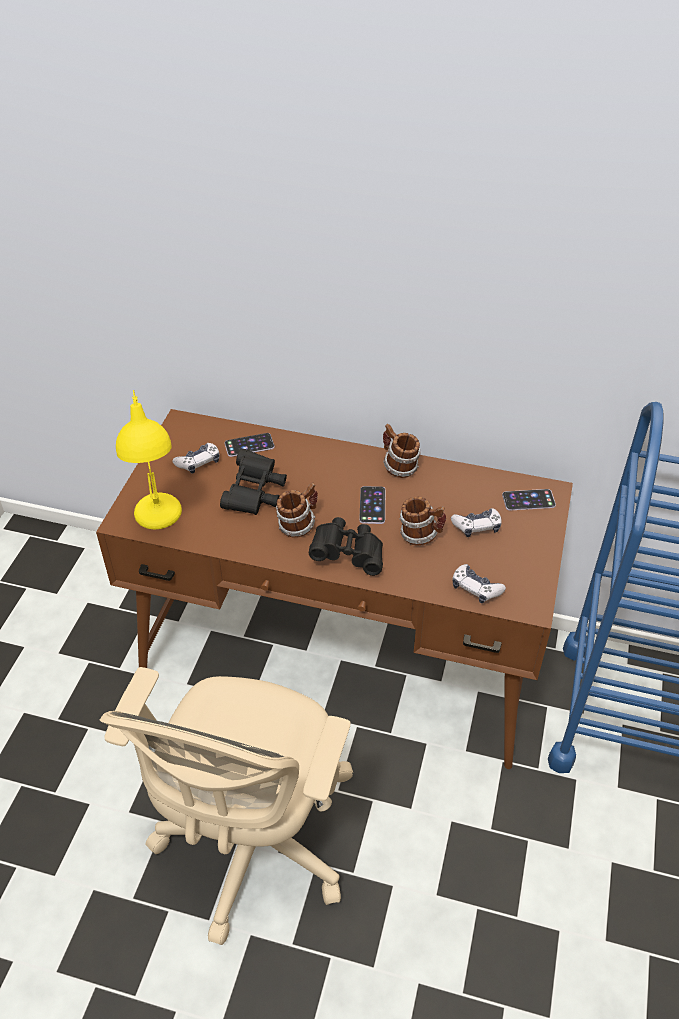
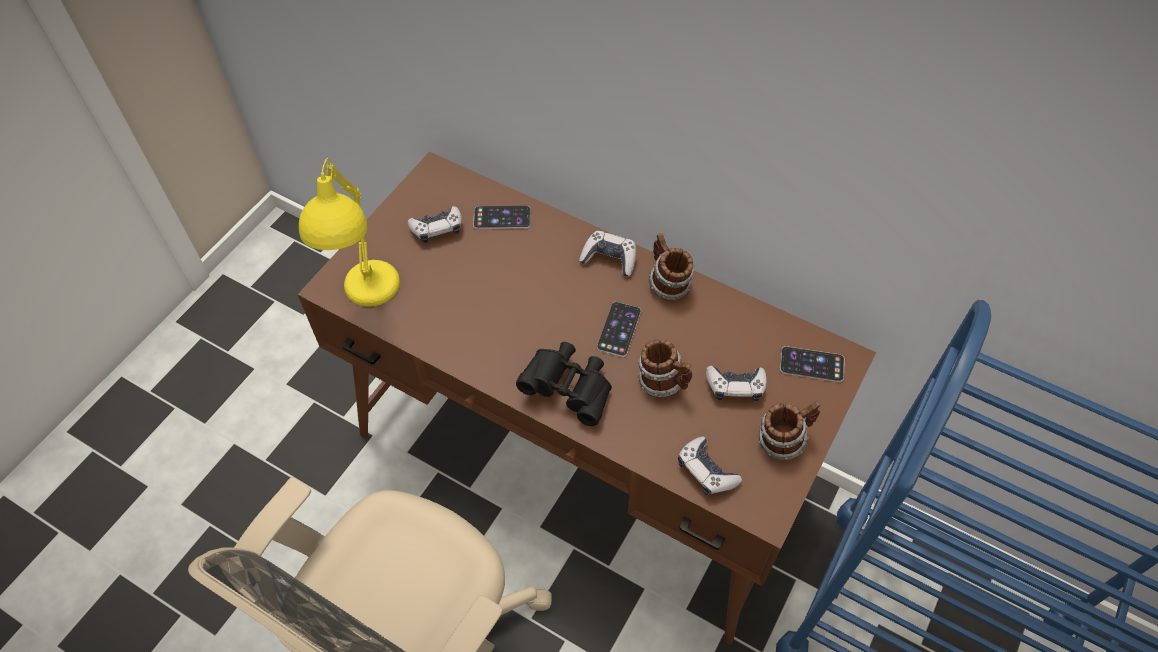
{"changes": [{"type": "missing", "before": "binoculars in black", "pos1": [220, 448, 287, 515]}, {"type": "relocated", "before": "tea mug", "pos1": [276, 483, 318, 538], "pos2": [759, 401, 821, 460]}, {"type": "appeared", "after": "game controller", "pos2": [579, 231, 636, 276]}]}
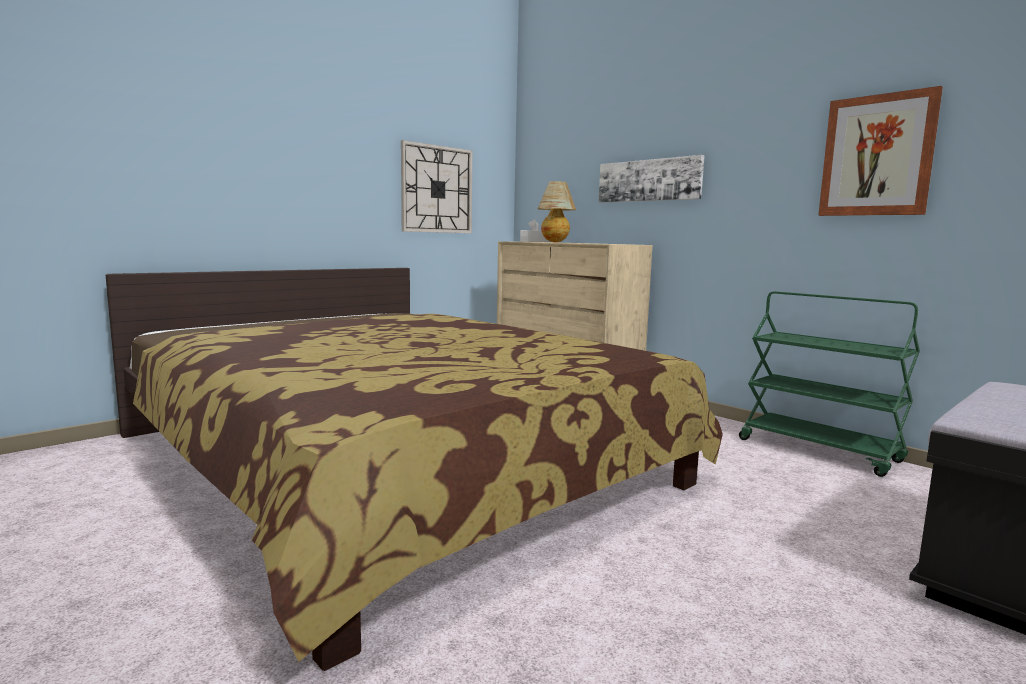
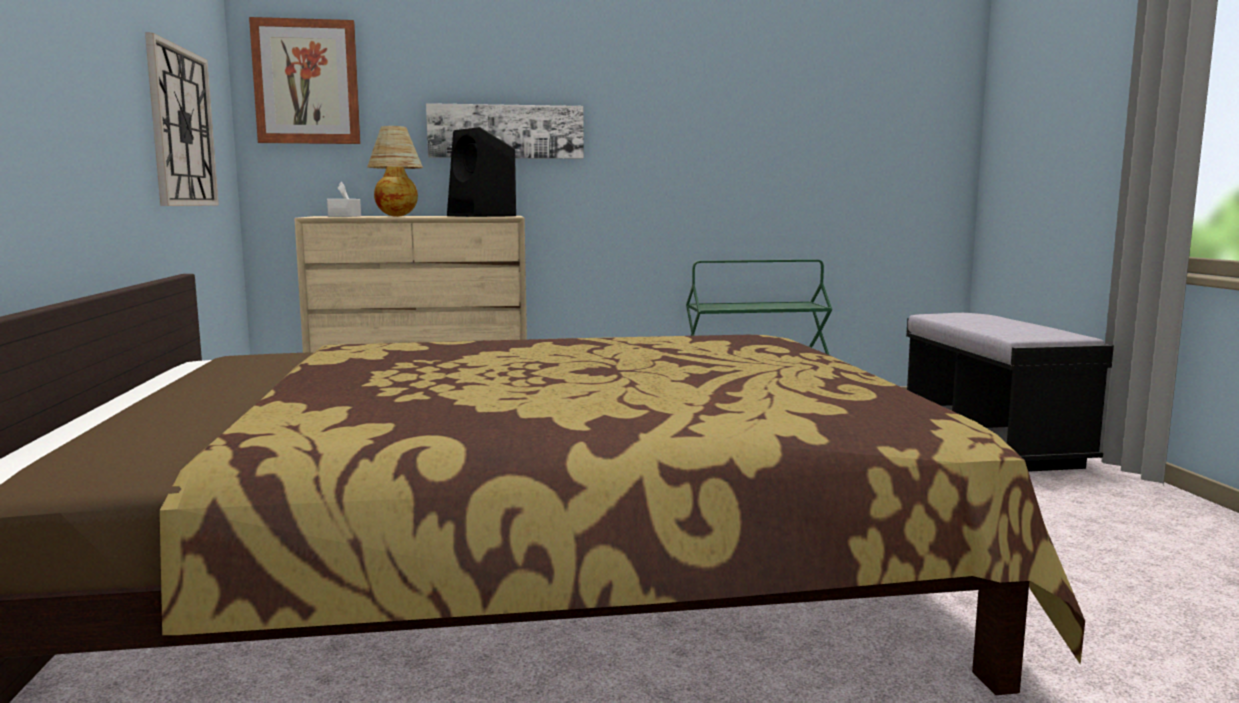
{"changes": [{"type": "relocated", "before": "wall art", "pos1": [818, 86, 943, 216], "pos2": [249, 17, 361, 144]}, {"type": "appeared", "after": "speaker in black", "pos2": [447, 127, 516, 217]}]}
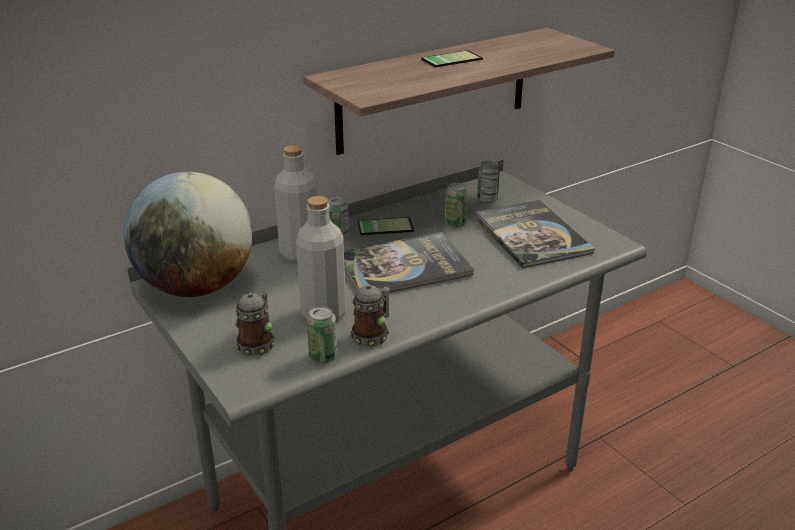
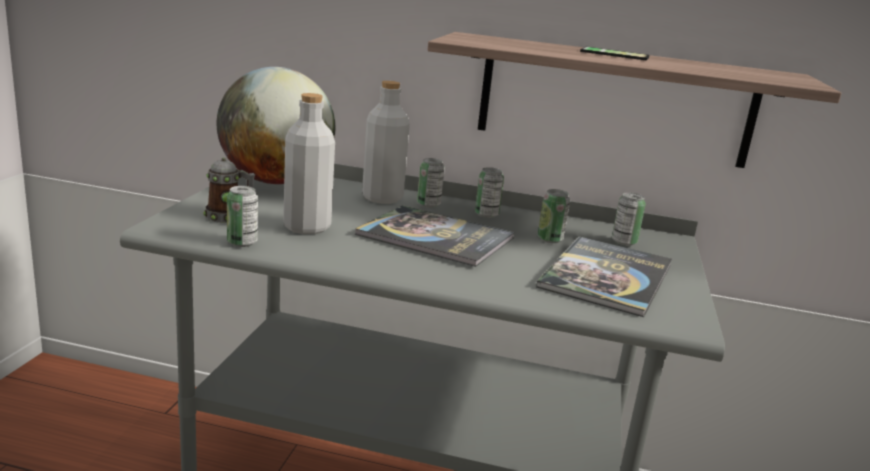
{"changes": [{"type": "exchanged", "before": "handset", "after": "can", "pos1": [358, 217, 414, 235], "pos2": [475, 167, 504, 218]}, {"type": "missing", "before": "tea mug", "pos1": [350, 285, 390, 347]}]}
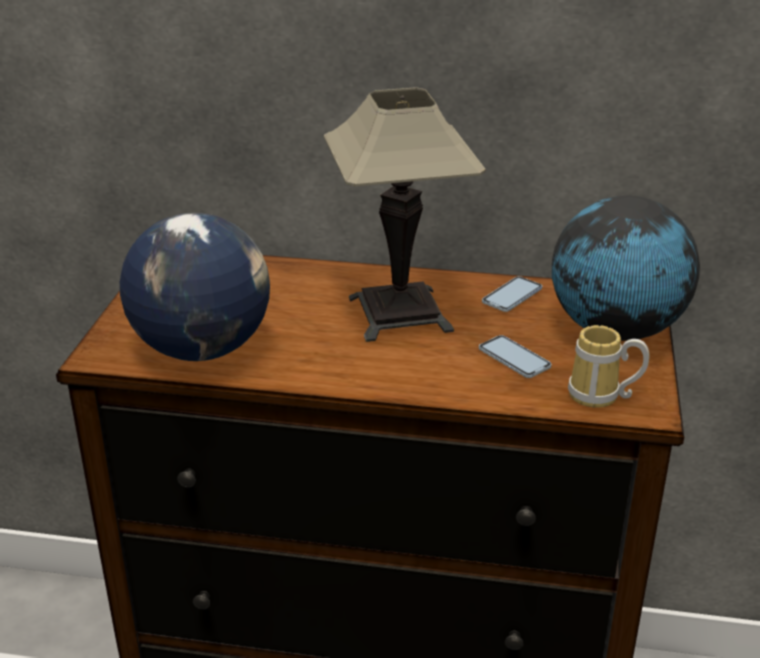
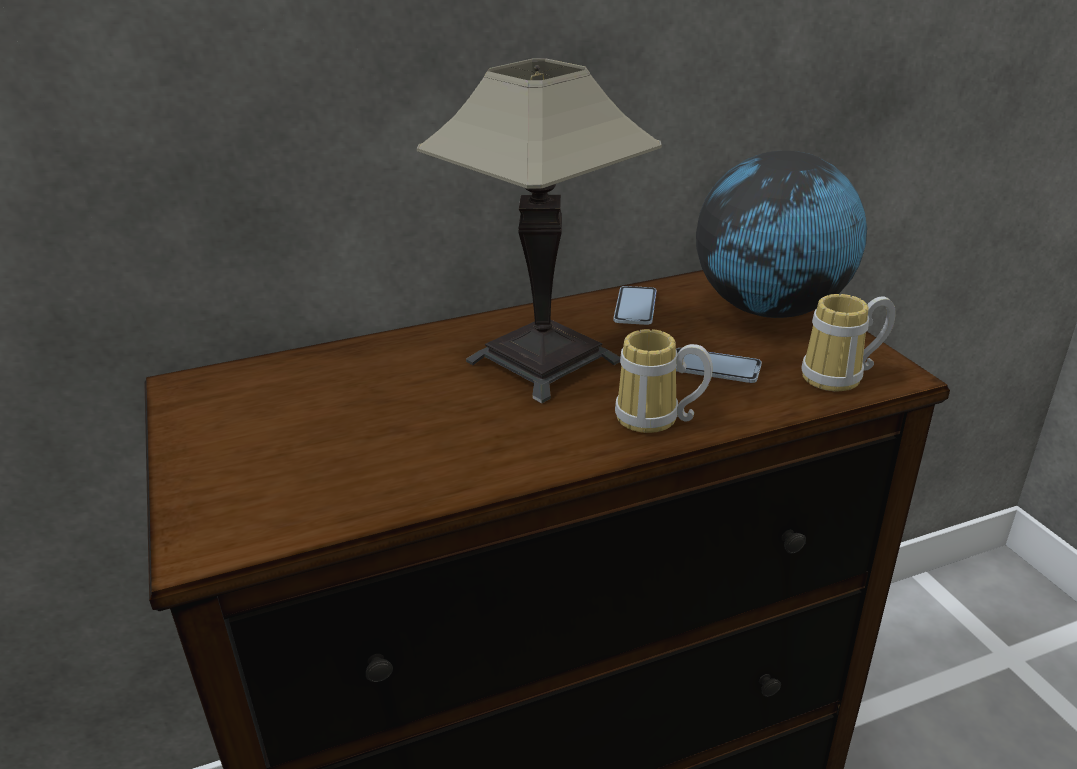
{"changes": [{"type": "missing", "before": "desk globe", "pos1": [120, 213, 270, 361]}, {"type": "appeared", "after": "tea mug", "pos2": [615, 329, 712, 433]}]}
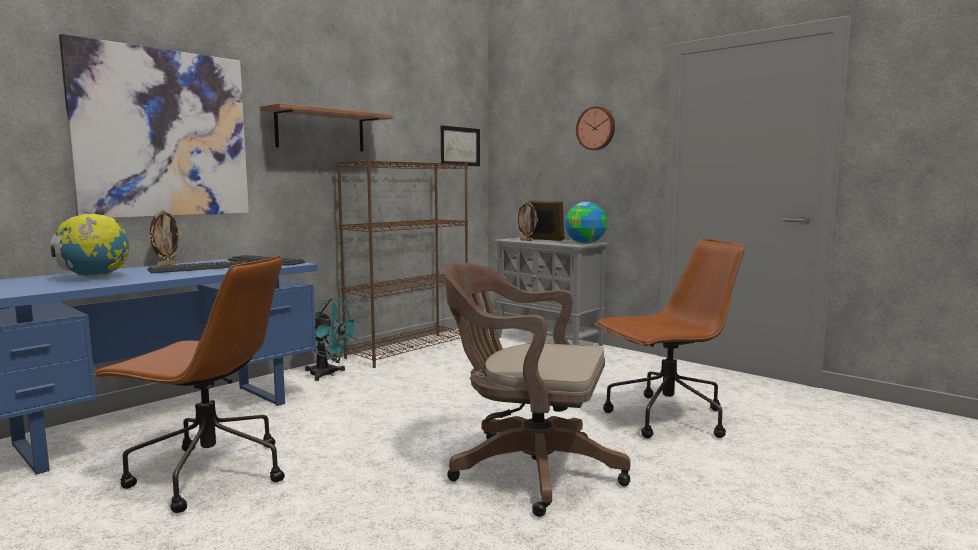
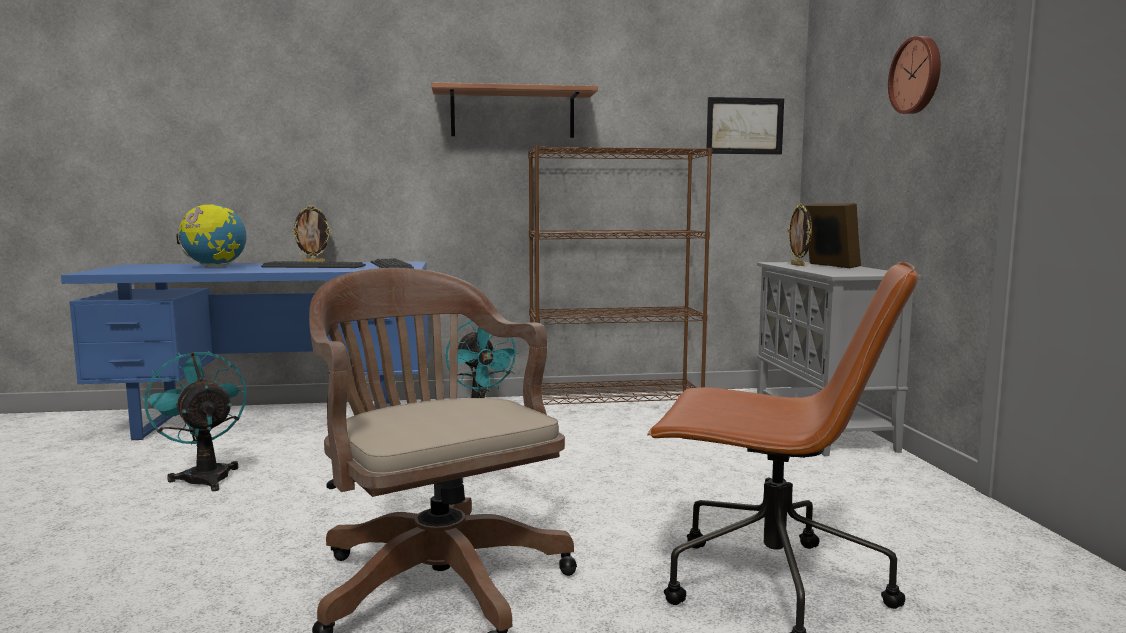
{"changes": [{"type": "missing", "before": "wall art", "pos1": [59, 34, 249, 218]}, {"type": "missing", "before": "desk globe", "pos1": [565, 202, 607, 244]}, {"type": "exchanged", "before": "office chair in brown-coloured", "after": "electric fan in turquoise-coloured", "pos1": [92, 256, 285, 513], "pos2": [142, 351, 247, 491]}]}
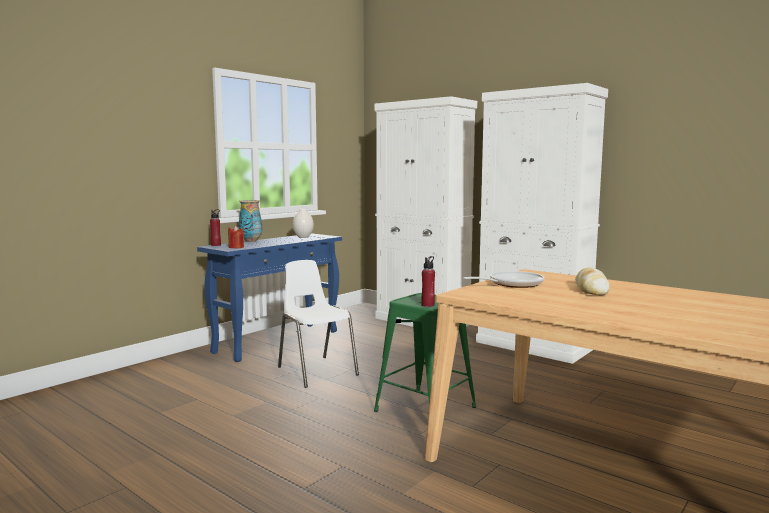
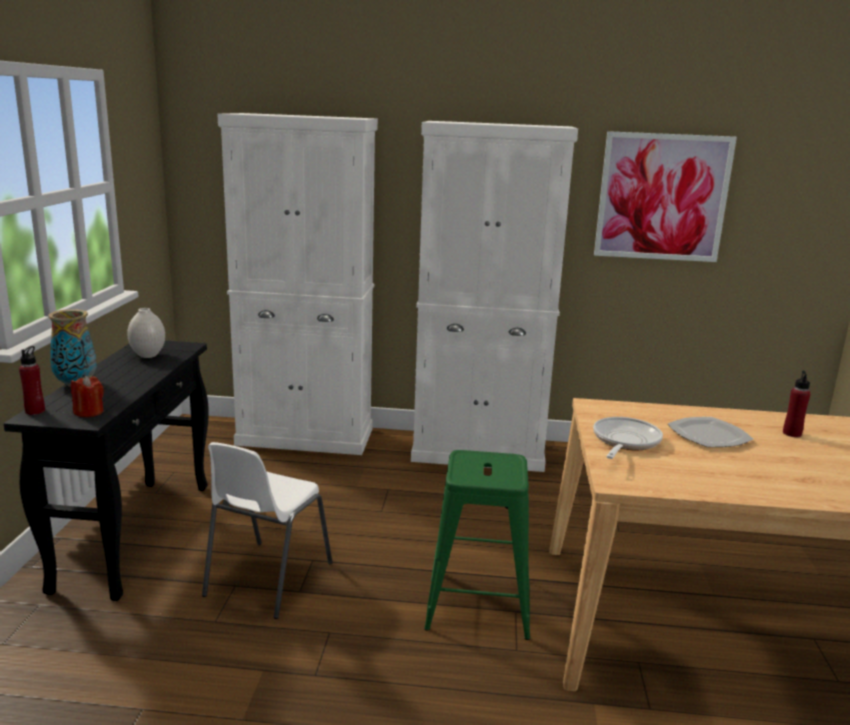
{"changes": [{"type": "colour", "before": "narrow table in blue-coloured", "after": "narrow table in black", "pos1": [197, 233, 342, 362], "pos2": [3, 341, 209, 601]}, {"type": "relocated", "before": "bottle in red", "pos1": [421, 256, 435, 307], "pos2": [783, 371, 811, 437]}, {"type": "spun", "before": "chair in whitish", "pos1": [278, 260, 359, 388], "pos2": [202, 442, 332, 619], "turn": -90}, {"type": "exchanged", "before": "baked bread", "after": "flat dish", "pos1": [575, 268, 610, 296], "pos2": [668, 417, 753, 447]}, {"type": "appeared", "after": "wall art", "pos2": [594, 131, 737, 262]}]}
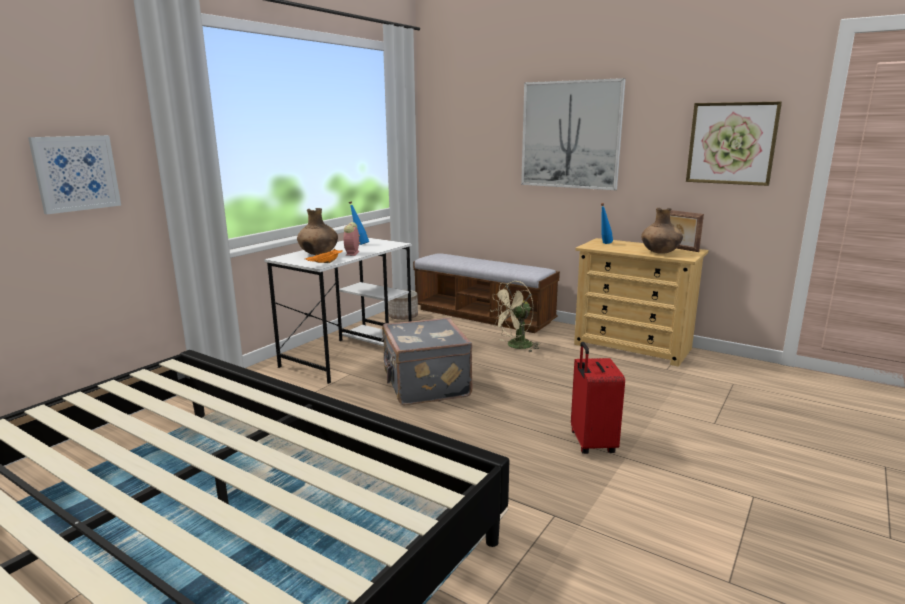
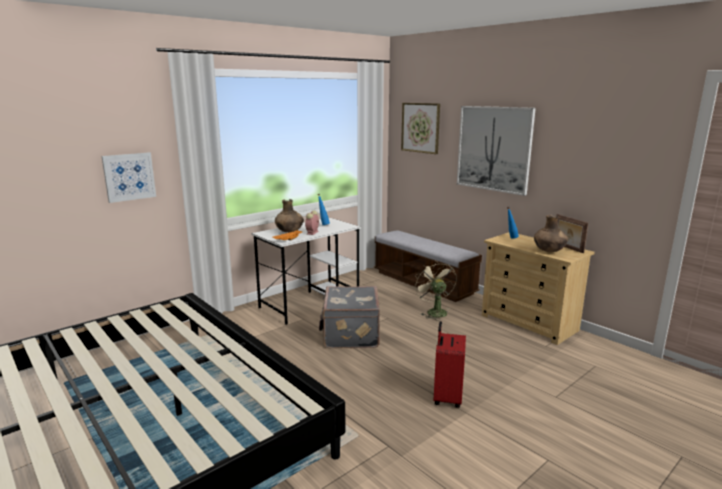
{"changes": [{"type": "relocated", "before": "wall art", "pos1": [686, 102, 782, 186], "pos2": [401, 103, 440, 154]}, {"type": "spun", "before": "electric fan in beige", "pos1": [490, 281, 541, 352], "pos2": [414, 260, 457, 321], "turn": 90}, {"type": "missing", "before": "planter", "pos1": [388, 290, 418, 320]}]}
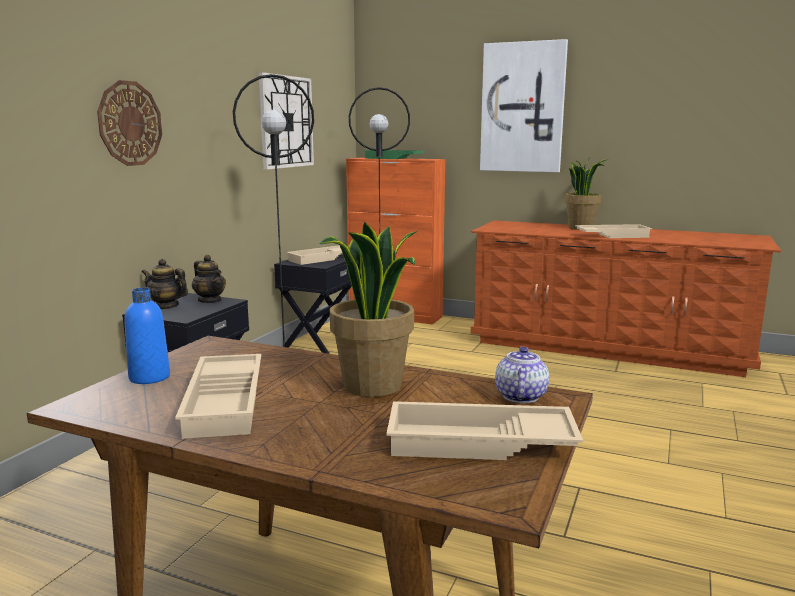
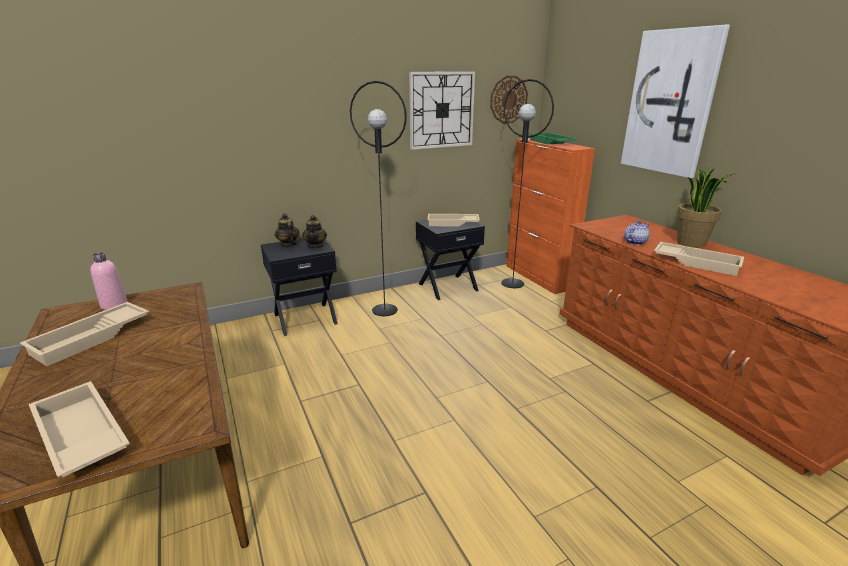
{"changes": [{"type": "relocated", "before": "wall clock", "pos1": [97, 80, 162, 166], "pos2": [490, 76, 528, 124]}, {"type": "missing", "before": "potted plant", "pos1": [319, 222, 418, 397]}, {"type": "colour", "before": "bottle in blue-coloured", "after": "bottle in pink", "pos1": [124, 288, 170, 384], "pos2": [91, 252, 127, 310]}, {"type": "relocated", "before": "tea pot", "pos1": [495, 347, 549, 403], "pos2": [624, 221, 650, 245]}]}
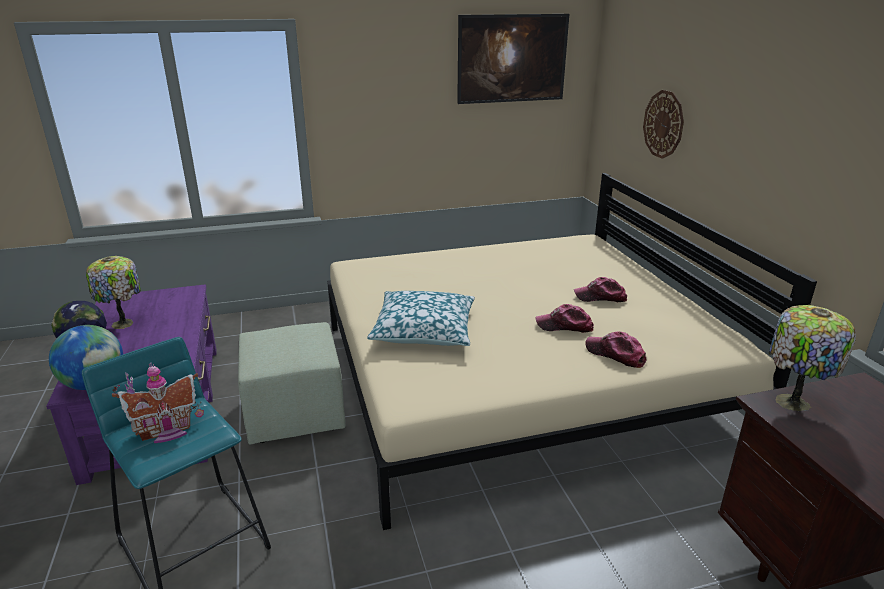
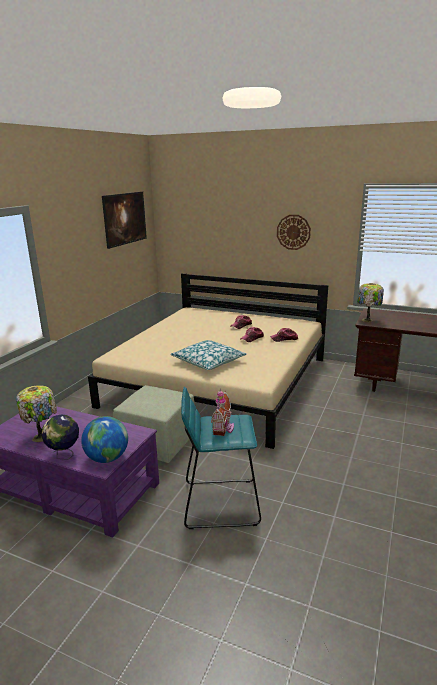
{"changes": [{"type": "relocated", "before": "wall clock", "pos1": [643, 90, 684, 159], "pos2": [277, 215, 311, 250]}]}
